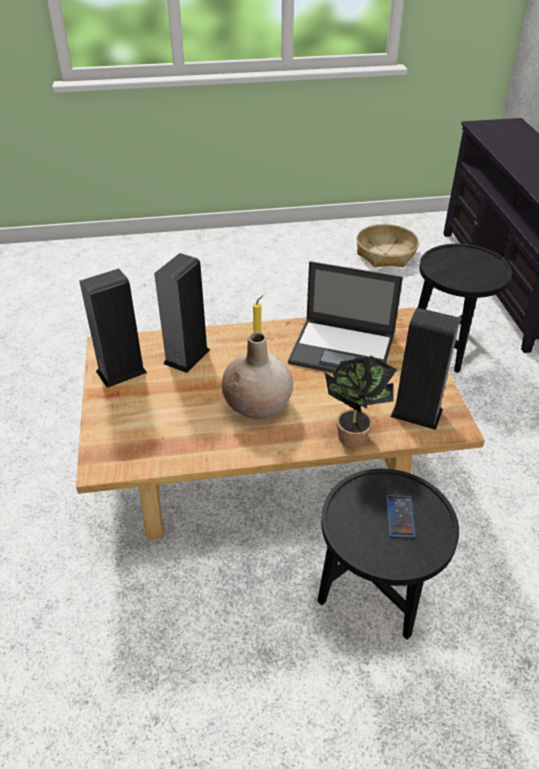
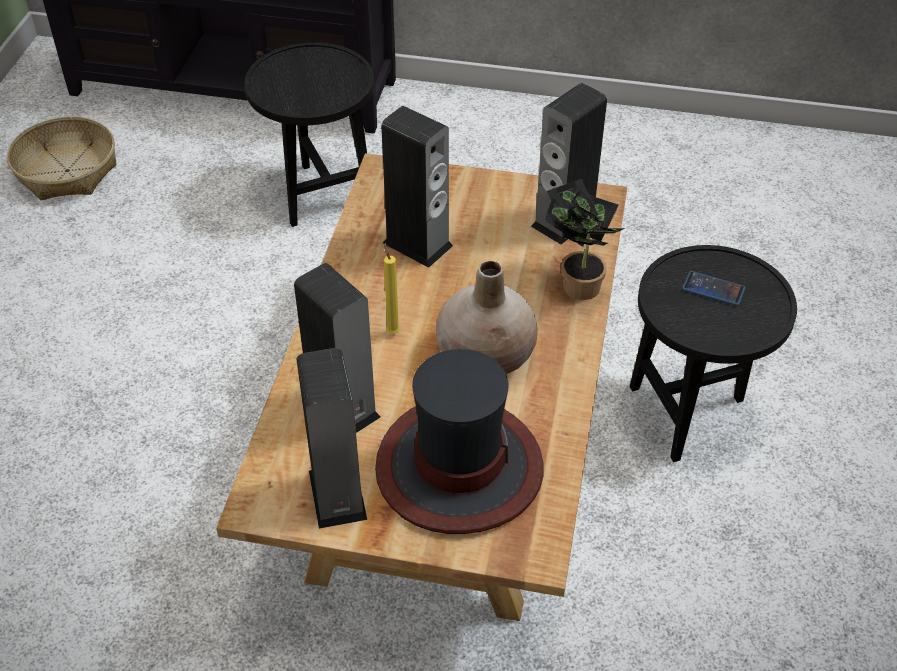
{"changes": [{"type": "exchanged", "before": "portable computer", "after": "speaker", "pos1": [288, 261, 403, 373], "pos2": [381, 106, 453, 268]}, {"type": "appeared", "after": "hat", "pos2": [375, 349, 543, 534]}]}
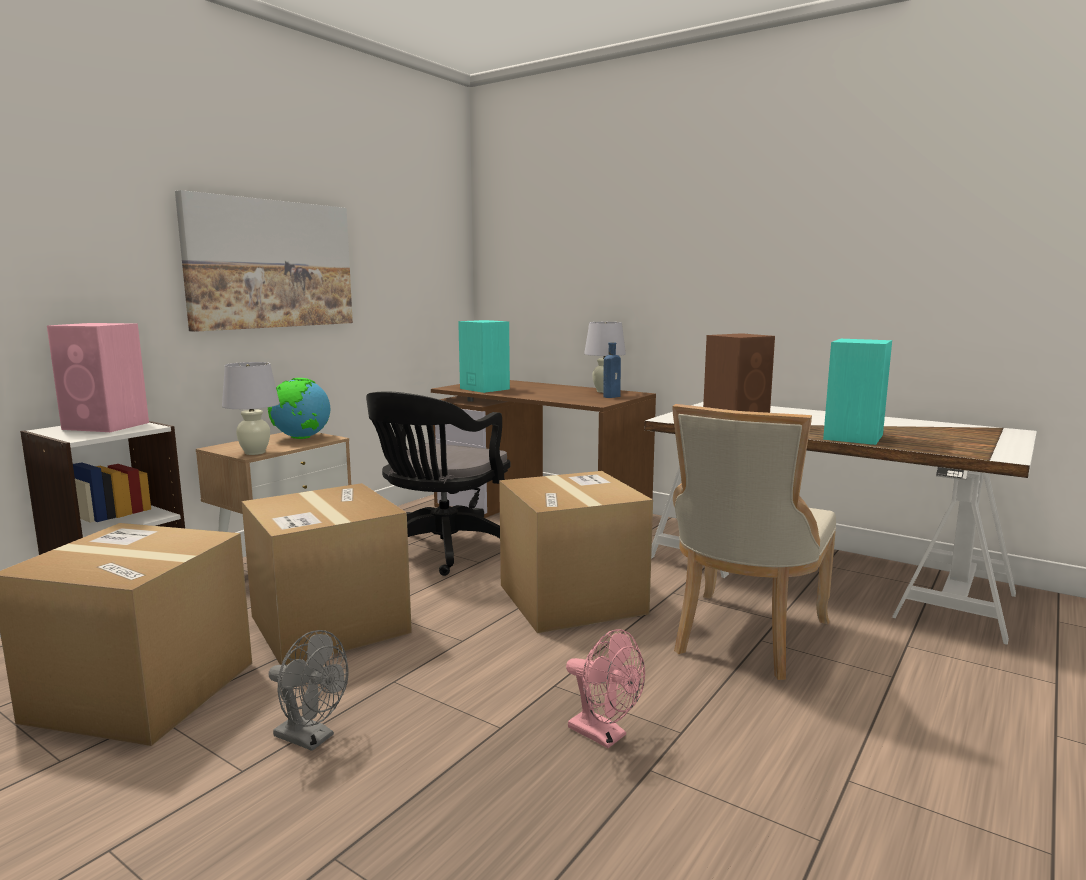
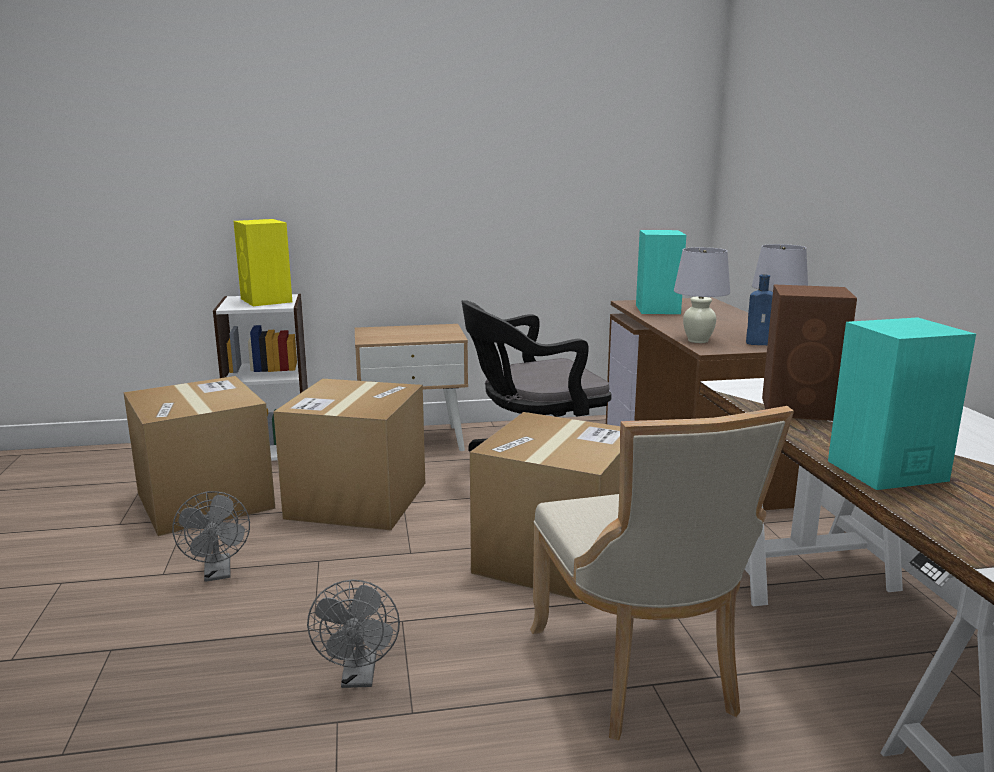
{"changes": [{"type": "missing", "before": "wall art", "pos1": [175, 190, 353, 332]}, {"type": "colour", "before": "speaker in pink", "after": "speaker in yellow-coloured", "pos1": [47, 323, 149, 432], "pos2": [234, 219, 292, 306]}, {"type": "relocated", "before": "tabletop lamp in whitish", "pos1": [222, 362, 280, 455], "pos2": [674, 247, 730, 343]}, {"type": "missing", "before": "desk globe", "pos1": [268, 378, 330, 439]}, {"type": "spun", "before": "chair in beige", "pos1": [672, 404, 836, 680], "pos2": [530, 406, 794, 740], "turn": -90}, {"type": "colour", "before": "electric fan in pink", "after": "electric fan in grey", "pos1": [566, 629, 645, 748], "pos2": [307, 579, 400, 688]}]}
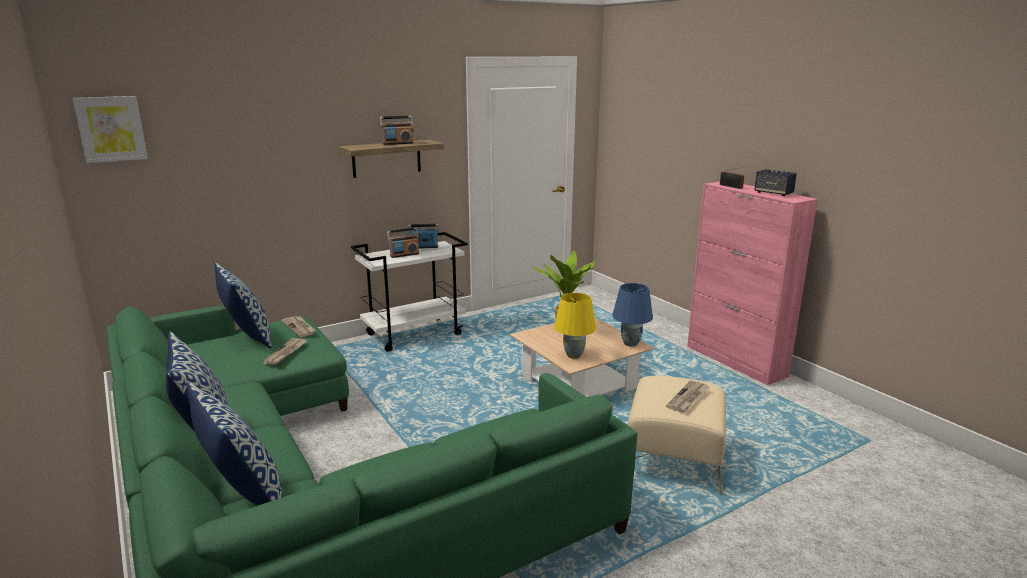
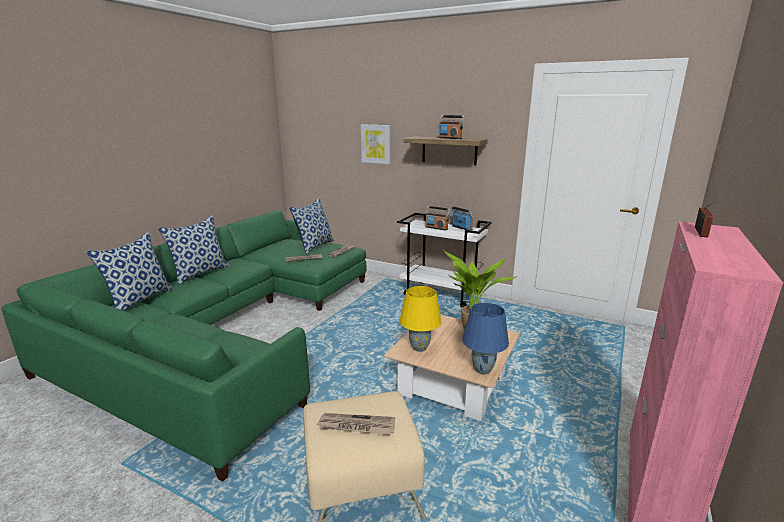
{"changes": [{"type": "relocated", "before": "wall art", "pos1": [73, 96, 148, 163], "pos2": [361, 124, 390, 164]}, {"type": "missing", "before": "speaker", "pos1": [755, 169, 797, 196]}]}
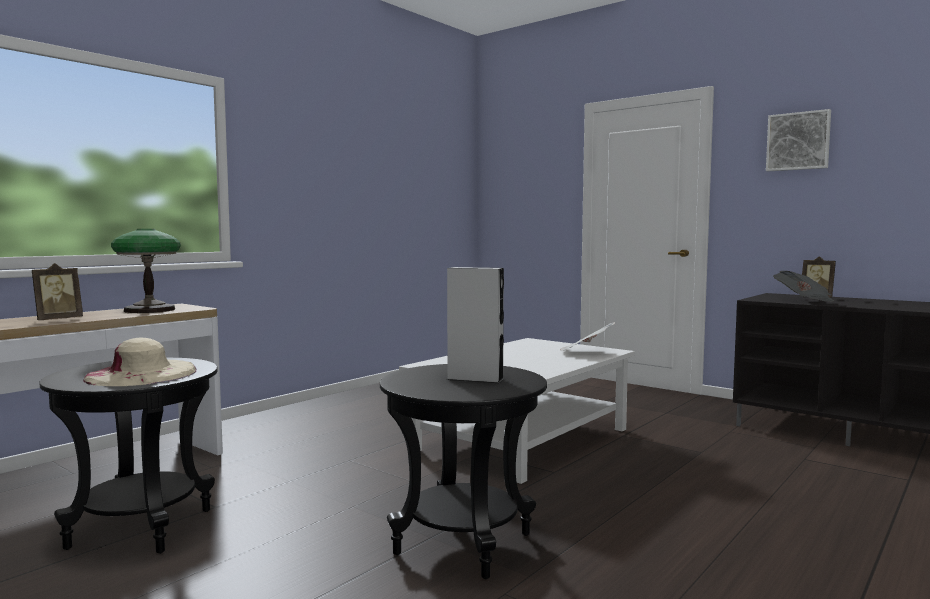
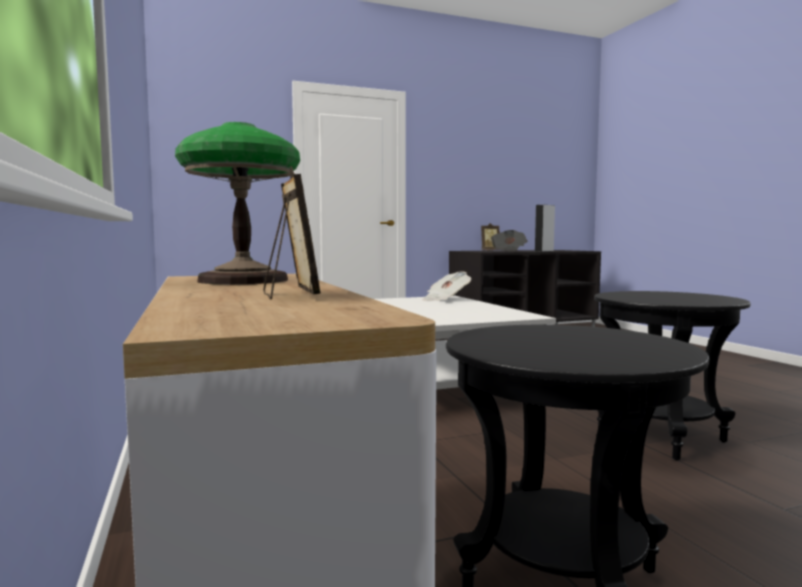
{"changes": [{"type": "missing", "before": "wall art", "pos1": [766, 109, 831, 171]}, {"type": "relocated", "before": "speaker in grey", "pos1": [447, 267, 504, 383], "pos2": [535, 205, 555, 252]}, {"type": "missing", "before": "hat in beige", "pos1": [83, 338, 196, 386]}]}
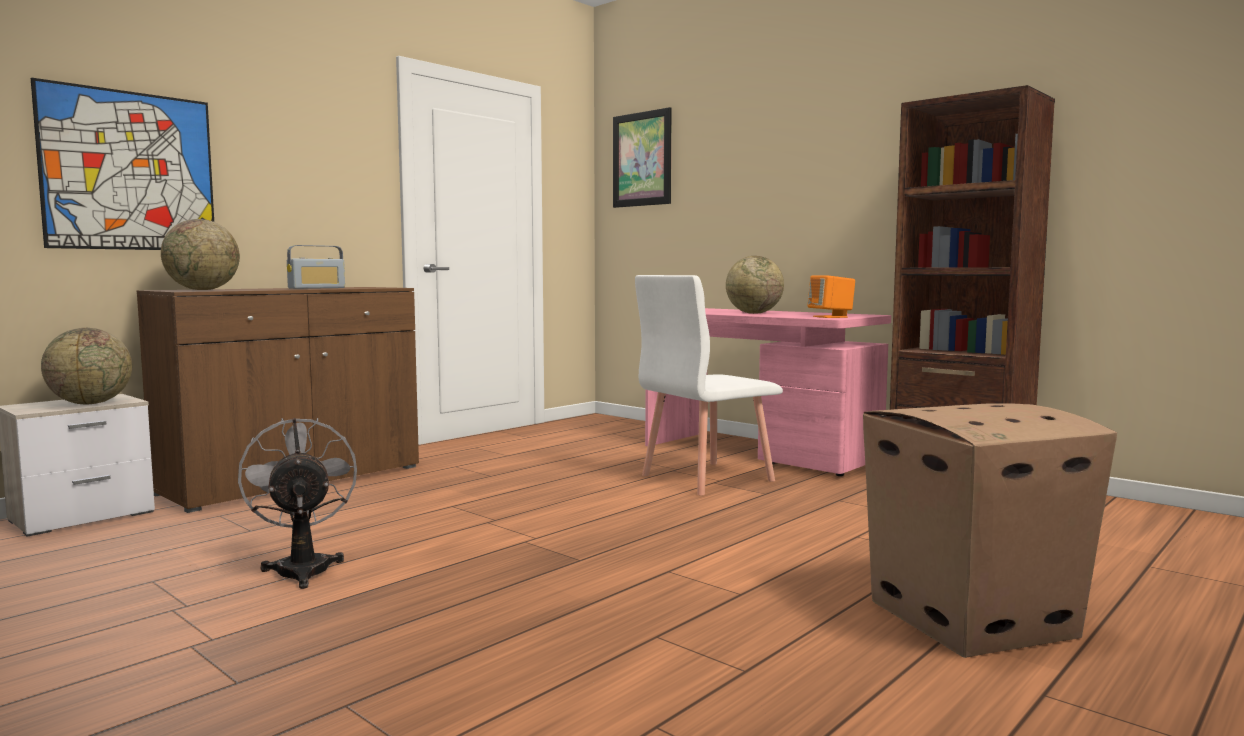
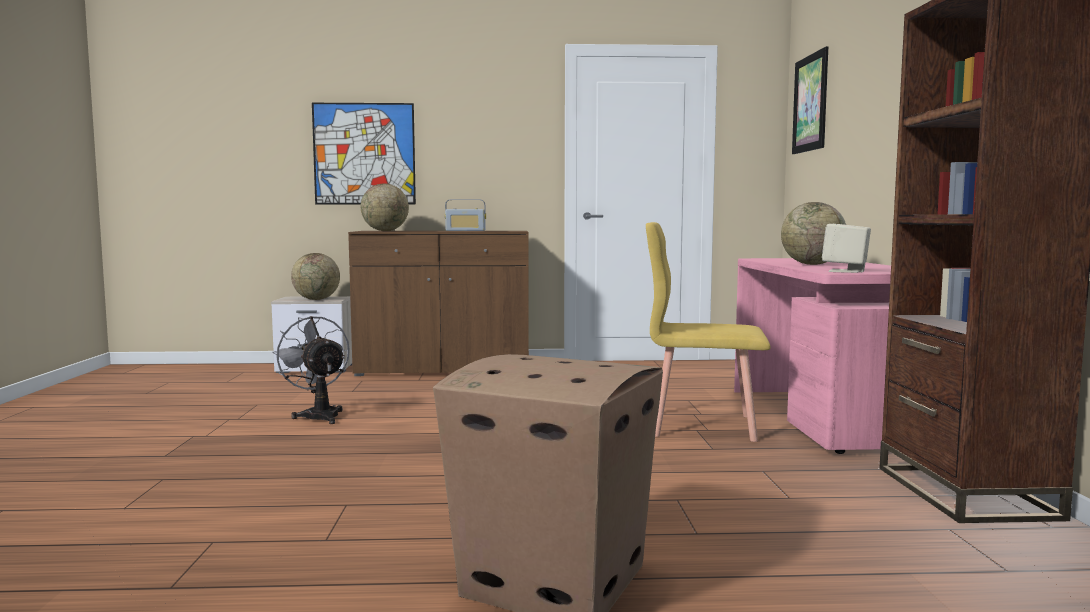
{"changes": [{"type": "colour", "before": "chair in whitish", "after": "chair in yellow-coloured", "pos1": [635, 275, 783, 496], "pos2": [646, 222, 770, 442]}, {"type": "colour", "before": "speaker in orange", "after": "speaker in beige", "pos1": [808, 275, 855, 318], "pos2": [822, 224, 871, 273]}, {"type": "spun", "before": "electric fan in grey", "pos1": [238, 418, 357, 589], "pos2": [272, 316, 350, 424], "turn": -60}]}
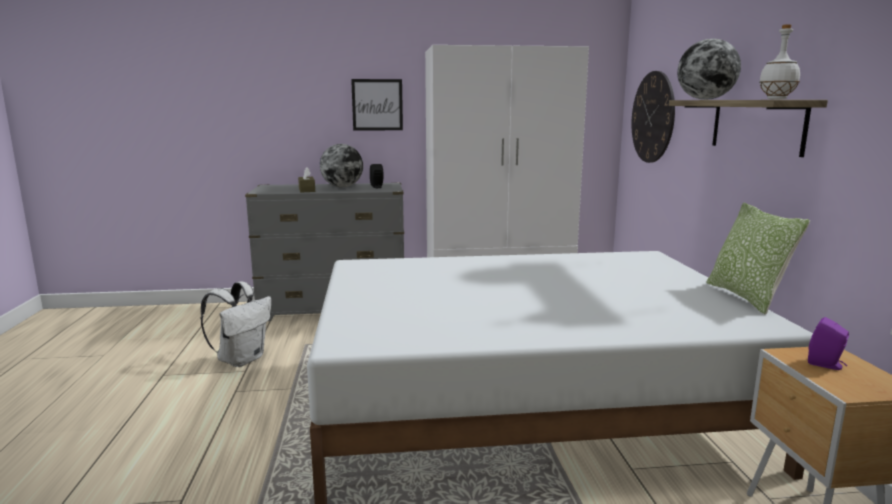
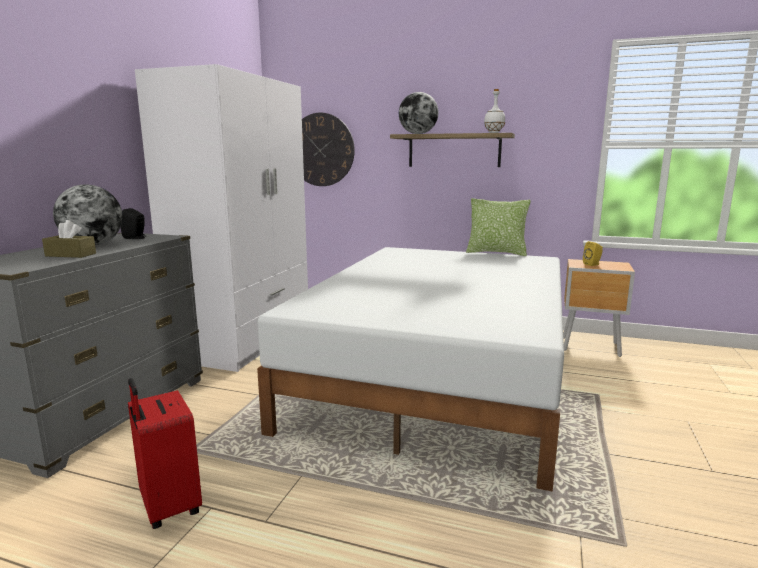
{"changes": [{"type": "missing", "before": "wall art", "pos1": [351, 79, 403, 130]}, {"type": "exchanged", "before": "rucksack in whitish", "after": "piece of luggage in red", "pos1": [200, 282, 271, 367], "pos2": [128, 378, 202, 529]}, {"type": "colour", "before": "speaker in purple-coloured", "after": "speaker in yellow-coloured", "pos1": [808, 317, 849, 370], "pos2": [583, 241, 603, 266]}]}
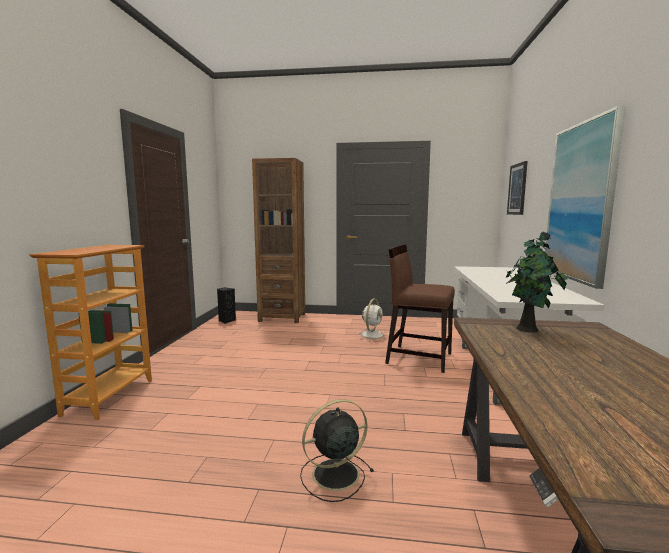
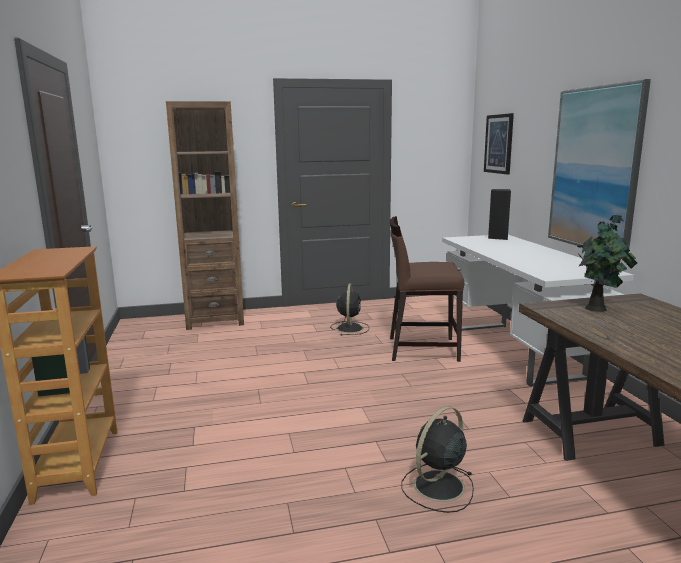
{"changes": [{"type": "relocated", "before": "speaker in black", "pos1": [217, 287, 236, 324], "pos2": [488, 189, 511, 240]}, {"type": "colour", "before": "electric fan in whitish", "after": "electric fan in black", "pos1": [359, 299, 389, 340], "pos2": [330, 284, 369, 336]}]}
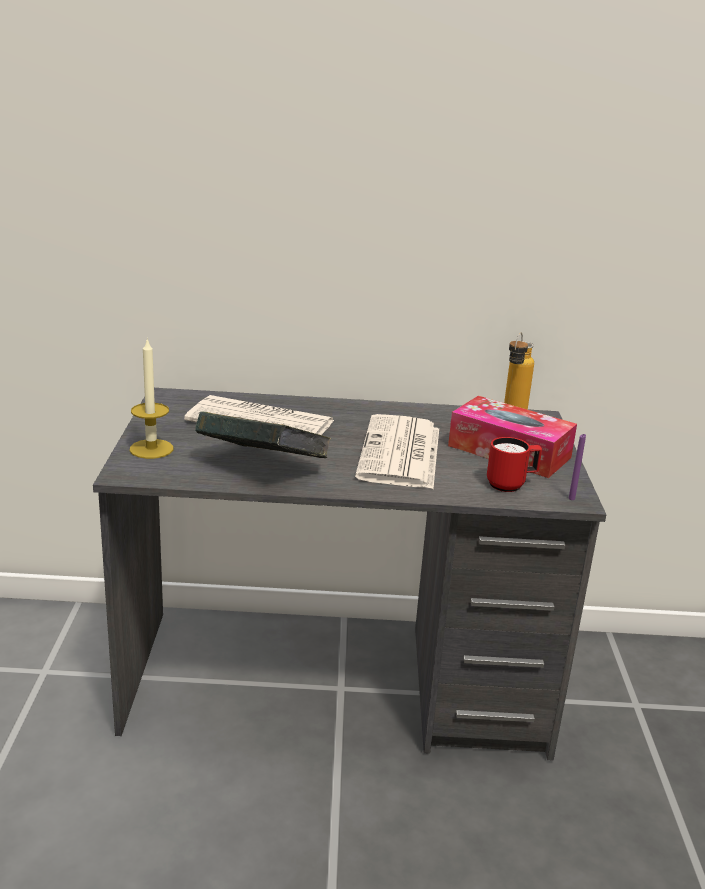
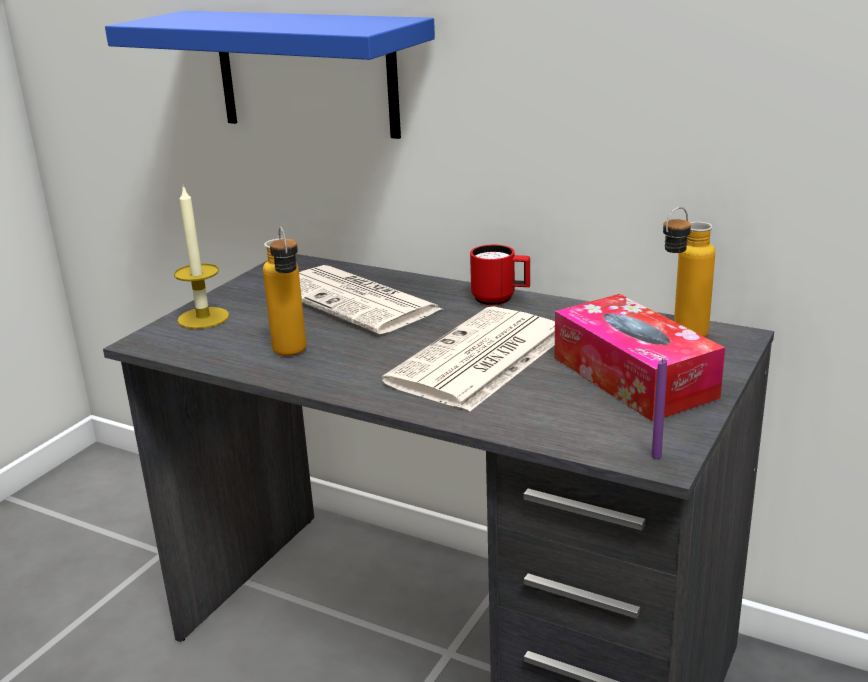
{"changes": [{"type": "exchanged", "before": "book", "after": "bottle", "pos1": [195, 412, 331, 458], "pos2": [263, 227, 306, 356]}, {"type": "relocated", "before": "tea mug in red", "pos1": [487, 437, 542, 492], "pos2": [470, 245, 530, 305]}, {"type": "appeared", "after": "shelf in blue-coloured", "pos2": [105, 11, 435, 139]}]}
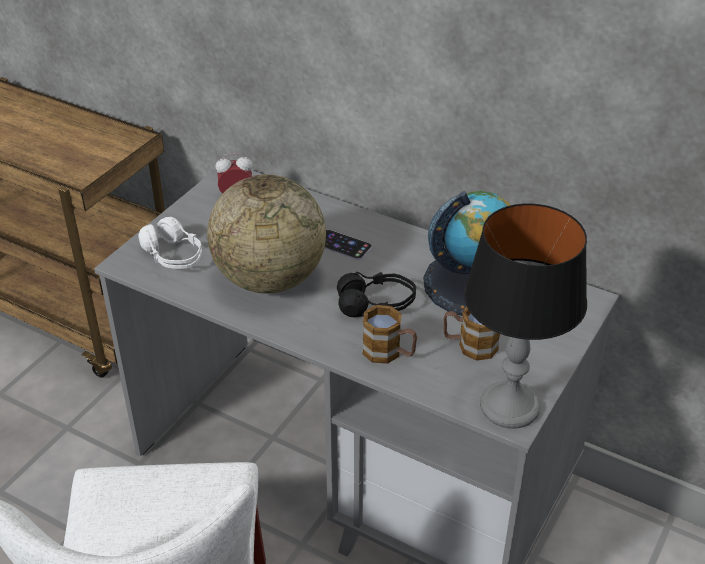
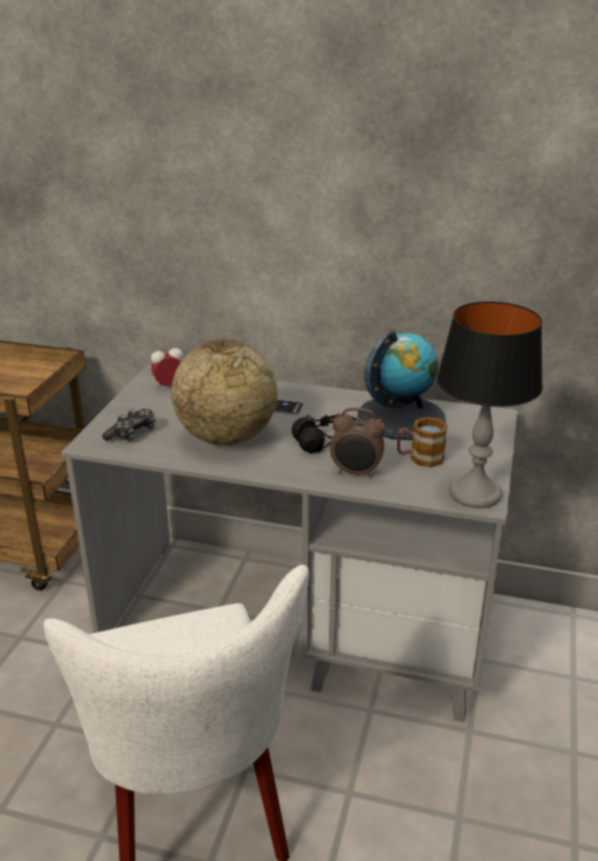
{"changes": [{"type": "exchanged", "before": "headphones in whitish", "after": "game controller", "pos1": [138, 217, 202, 269], "pos2": [102, 409, 155, 442]}, {"type": "exchanged", "before": "tea mug", "after": "bedside clock", "pos1": [363, 305, 417, 364], "pos2": [330, 407, 386, 478]}]}
